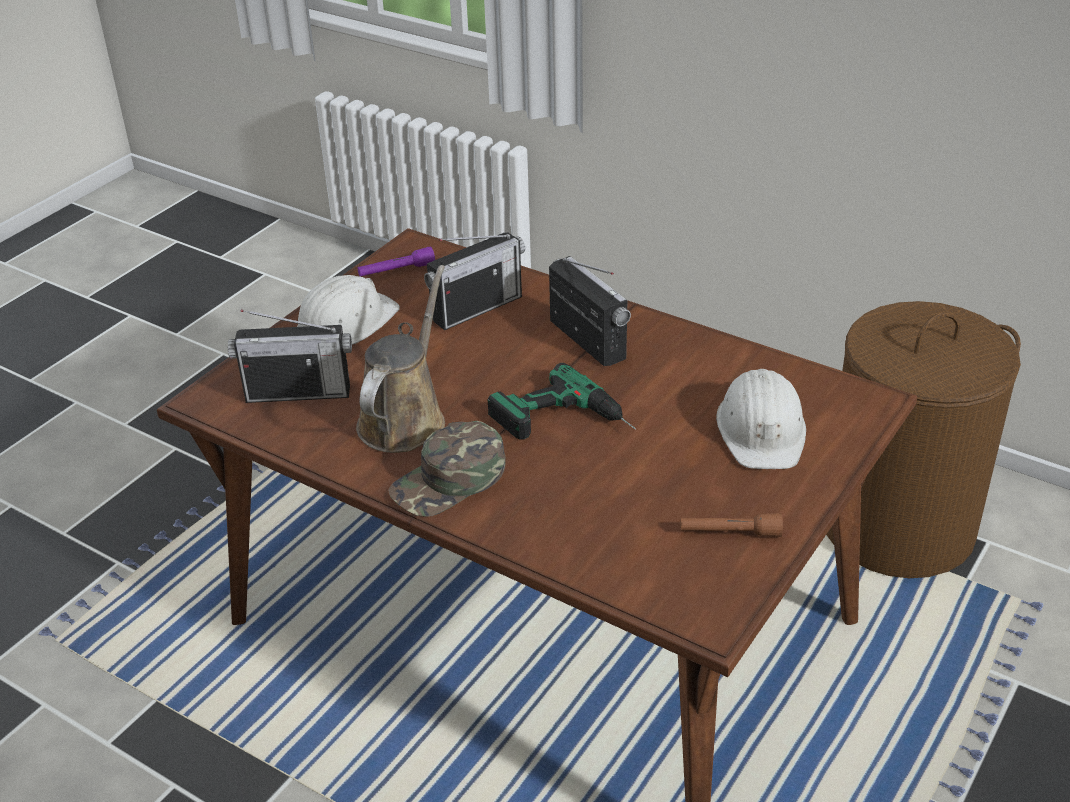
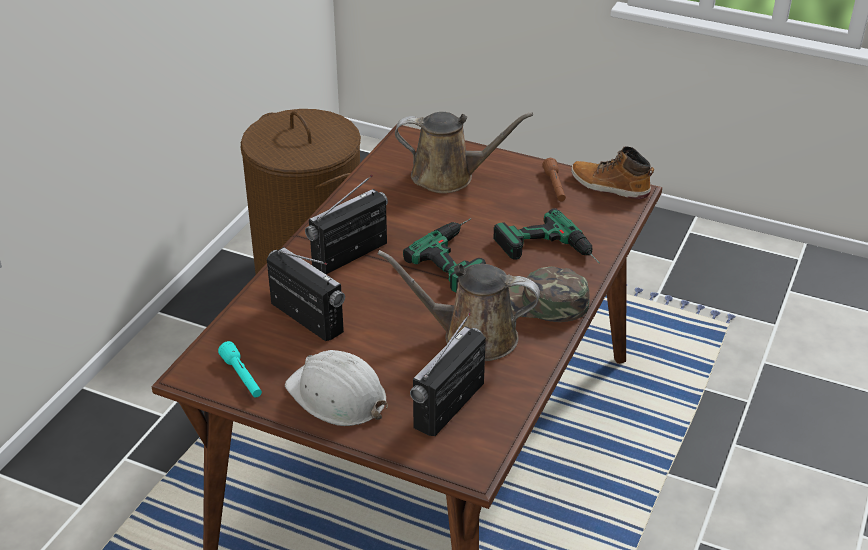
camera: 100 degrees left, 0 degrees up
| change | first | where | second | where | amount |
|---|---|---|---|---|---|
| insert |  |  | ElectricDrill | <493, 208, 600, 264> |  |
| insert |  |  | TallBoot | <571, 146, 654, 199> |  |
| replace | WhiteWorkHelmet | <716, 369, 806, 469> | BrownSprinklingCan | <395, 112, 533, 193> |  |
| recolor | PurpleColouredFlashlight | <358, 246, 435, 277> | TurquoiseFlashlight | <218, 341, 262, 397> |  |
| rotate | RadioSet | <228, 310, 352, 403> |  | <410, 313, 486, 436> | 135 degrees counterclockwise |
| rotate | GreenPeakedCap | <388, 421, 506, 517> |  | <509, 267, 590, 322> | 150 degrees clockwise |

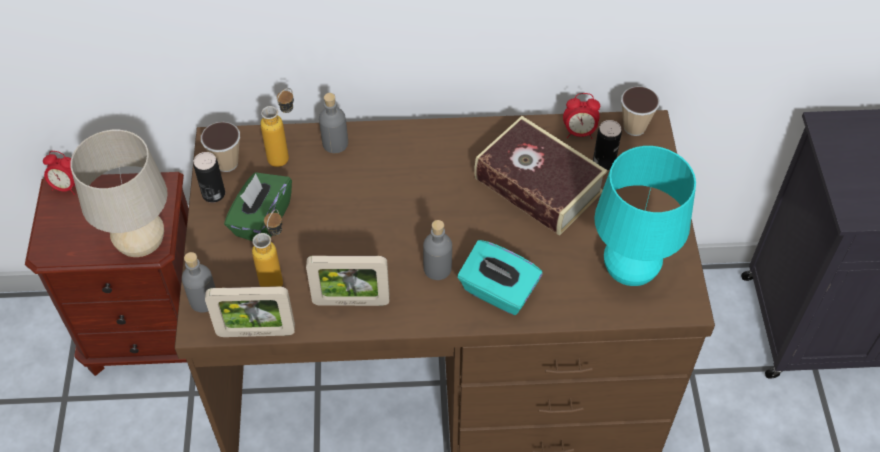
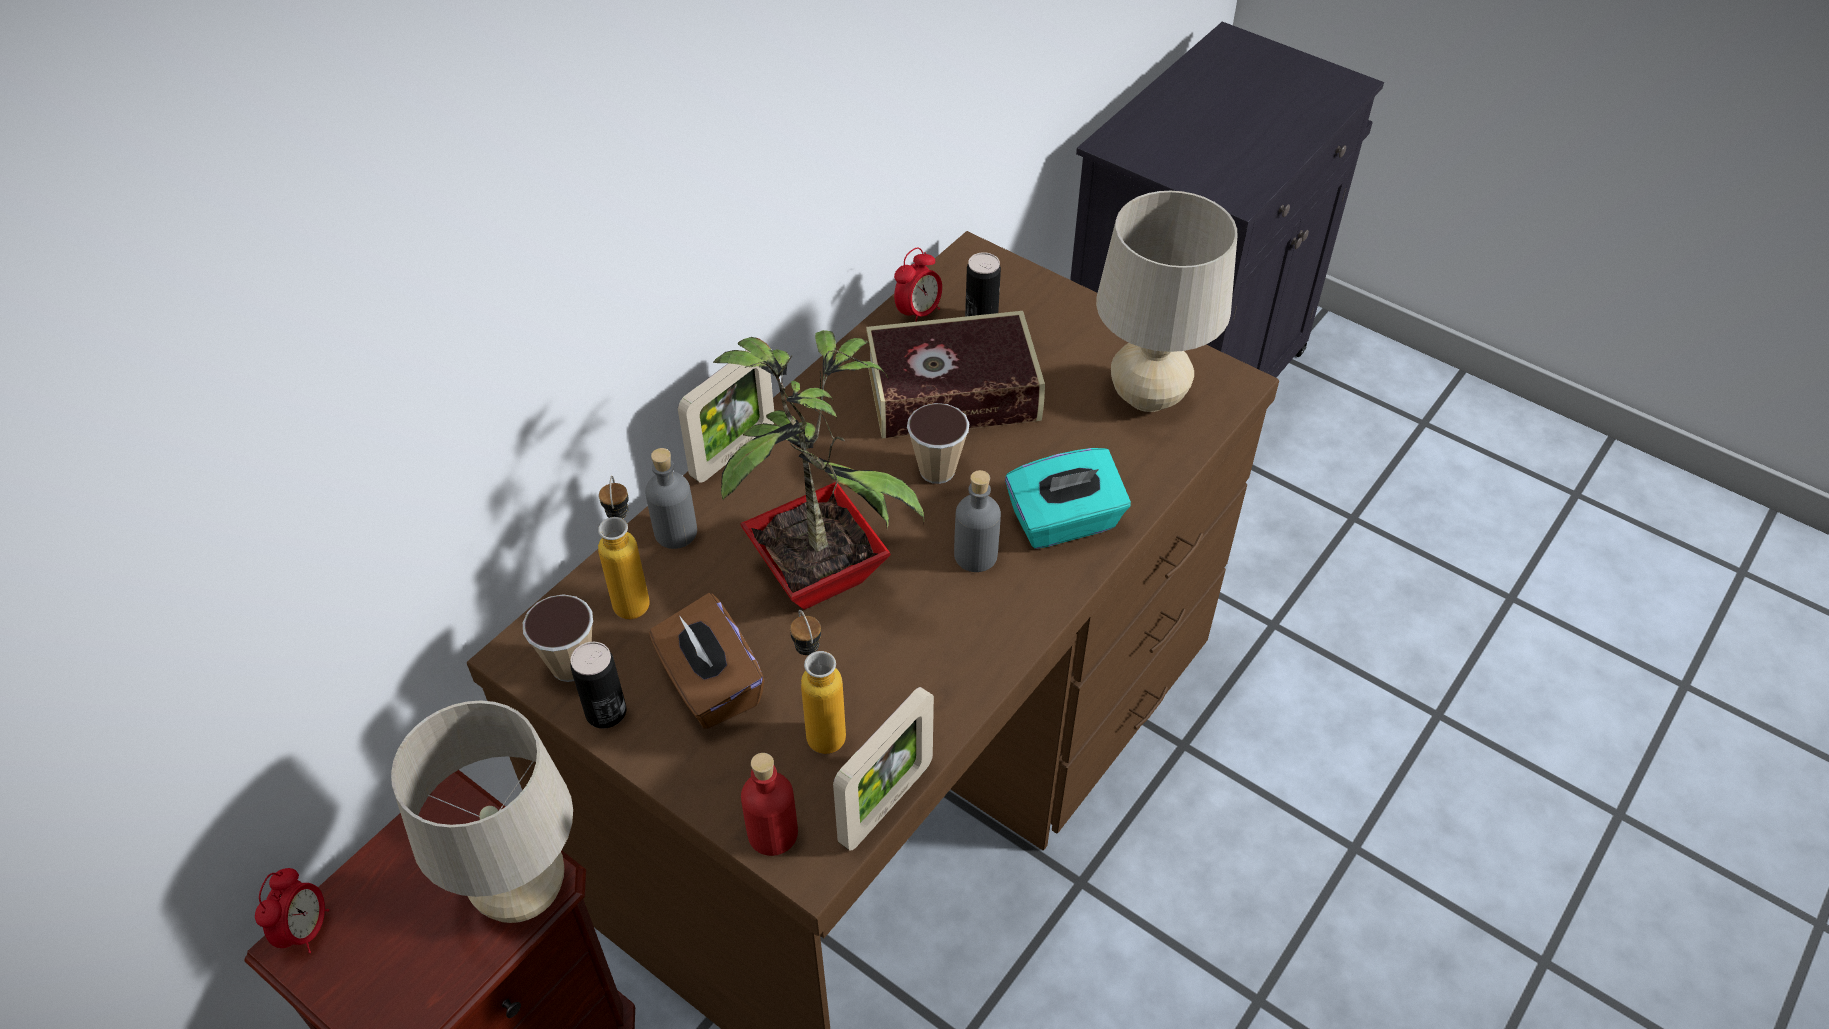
camera: 50 degrees left, 5 degrees down
| change | first | where | second | where | amount |
|---|---|---|---|---|---|
| insert |  |  | PottedPlant | <712, 330, 924, 610> |  |
| move | PhotoFrame | <306, 256, 390, 306> |  | <678, 350, 774, 483> |  |
| move | DrinkingCup | <621, 86, 660, 136> |  | <907, 403, 970, 484> |  |
| recolor | GreyDrinkBottle | <182, 252, 215, 313> | ReddishDrinkBottle | <741, 753, 798, 856> |  |
| recolor | GreenTissueBox | <224, 172, 292, 241> | BrownTissueBox | <649, 593, 765, 729> |  |
| recolor | TurquoiseLampForATable | <594, 146, 696, 286> | SandColouredLampForATable | <1096, 191, 1237, 412> |  |
| rotate | BedsideClock | <43, 151, 75, 195> |  | <255, 868, 329, 953> | 45 degrees counterclockwise |

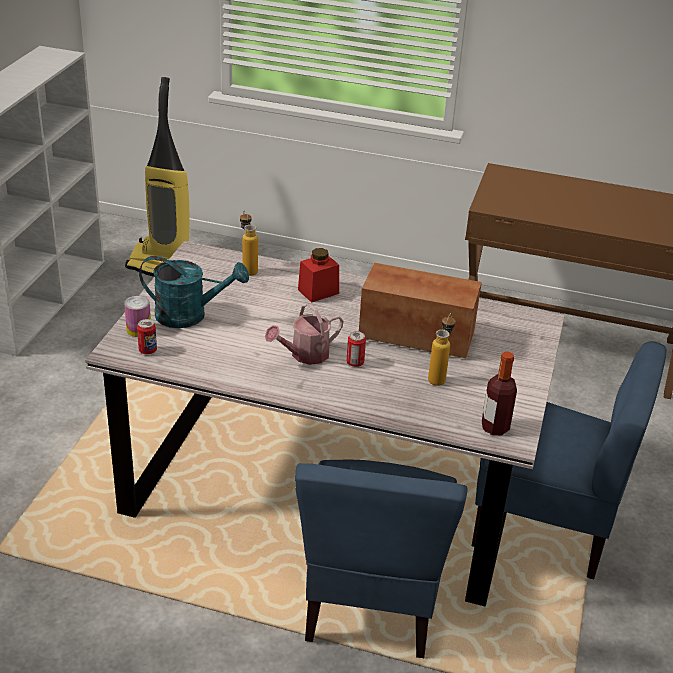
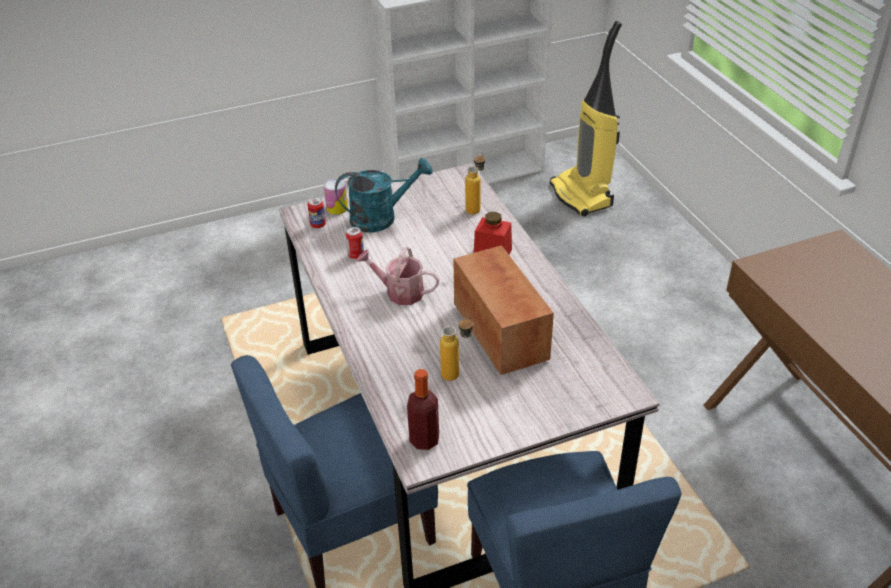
camera: 55 degrees right, 5 degrees up
| change | first | where | second | where | amount |
|---|---|---|---|---|---|
| move | SealedCan | <347, 331, 366, 367> |  | <346, 227, 364, 259> |  |
| rotate | TurquoiseSprinklingCan | <139, 256, 249, 328> |  | <335, 158, 433, 233> | 75 degrees counterclockwise |

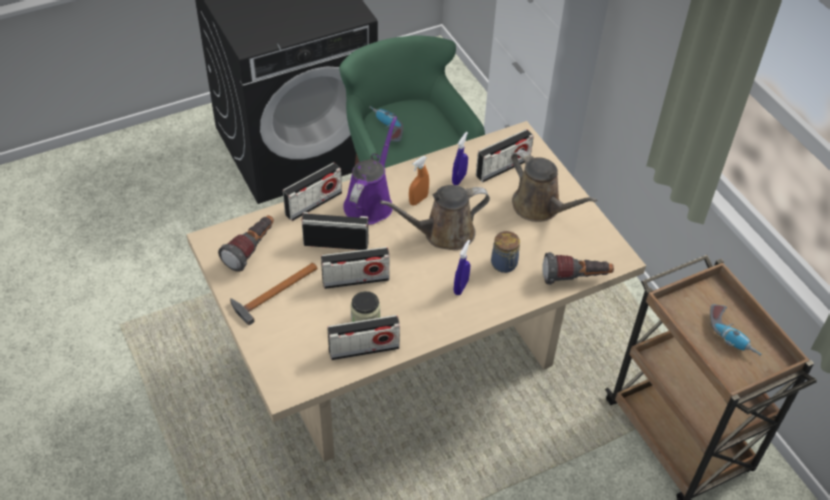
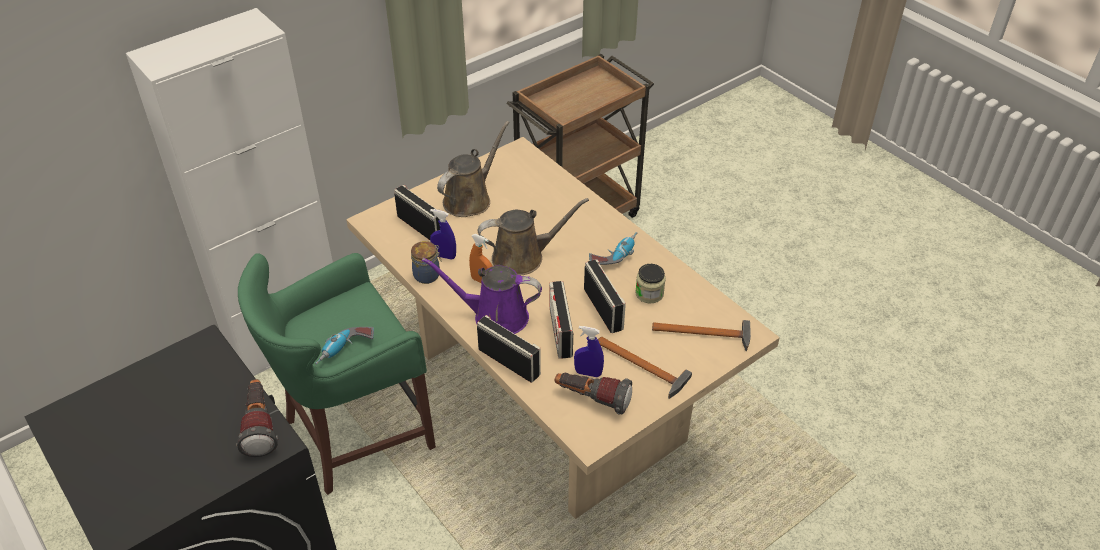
camera: 100 degrees left, 5 degrees down
| change | first | where | second | where | amount |
|---|---|---|---|---|---|
| delete | RadioSet | <327, 315, 400, 360> |  |  |  |
| insert |  |  | Hammer | <652, 320, 751, 351> |  |
| move | BlueHandSprayer | <454, 240, 470, 295> |  | <574, 326, 604, 377> |  |
| move | PreserveJar | <491, 231, 520, 273> |  | <411, 241, 442, 284> |  |
| move | Flashlight | <542, 252, 614, 285> |  | <236, 379, 278, 457> |  |
| move | ElectricDrill | <710, 305, 761, 356> |  | <589, 232, 637, 265> |  |
| rotate | BrownSprinklingCan | <380, 185, 490, 250> |  | <478, 198, 589, 275> | 75 degrees counterclockwise |

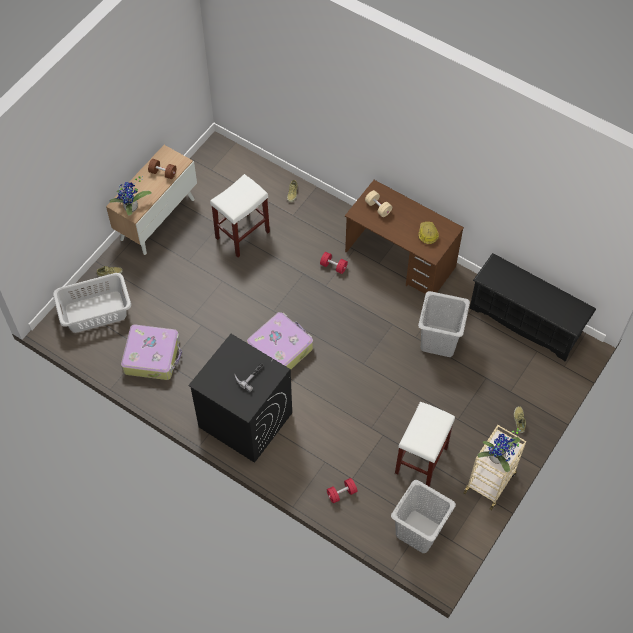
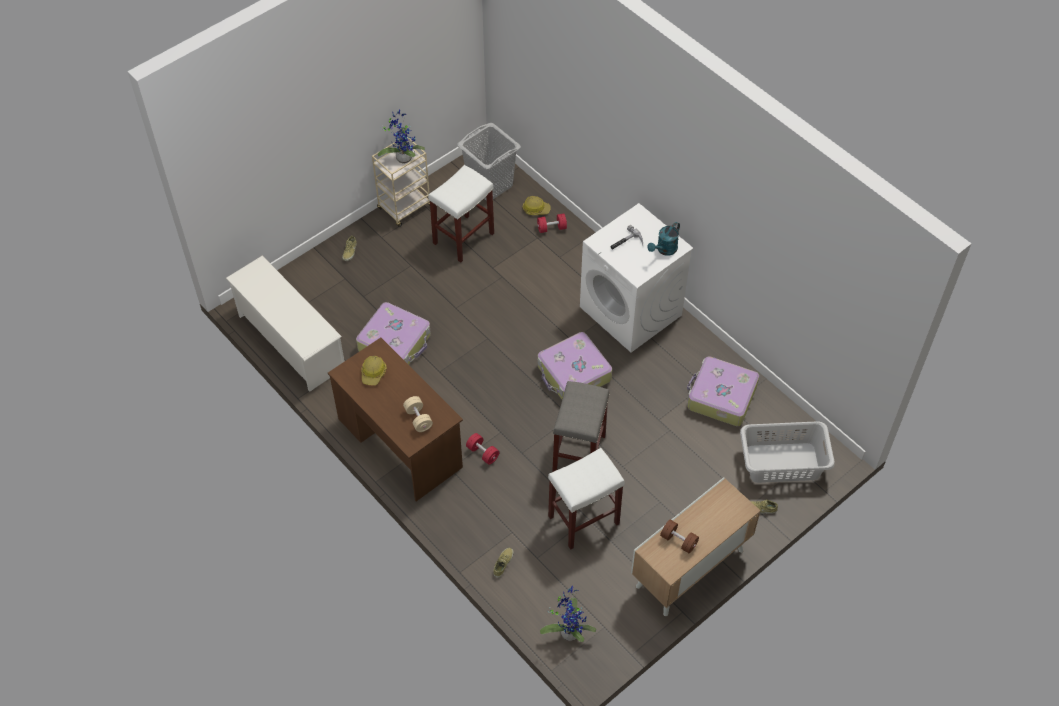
camera: 165 degrees left, 5 degrees down
| change | first | where | second | where | amount |
|---|---|---|---|---|---|
| insert |  |  | WorkHelmet | <523, 196, 551, 215> |  |
| insert |  |  | GreyStoolSeat | <552, 381, 610, 472> |  |
| insert |  |  | TurquoiseSprinklingCan | <647, 222, 680, 256> |  |
| move | PottedPlant | <110, 176, 152, 215> |  | <540, 586, 596, 642> |  |
| replace | GreyWashingBasket | <418, 291, 470, 357> | TravelCase | <356, 302, 431, 365> |  |
| recolor | BlackColouredWashingMachine | <188, 334, 292, 463> | WhiteWashingMachine | <580, 203, 693, 352> |  |
| recolor | BlackColouredShoeShelf | <470, 253, 596, 362> | WhiteShoeShelf | <226, 256, 345, 392> |  |

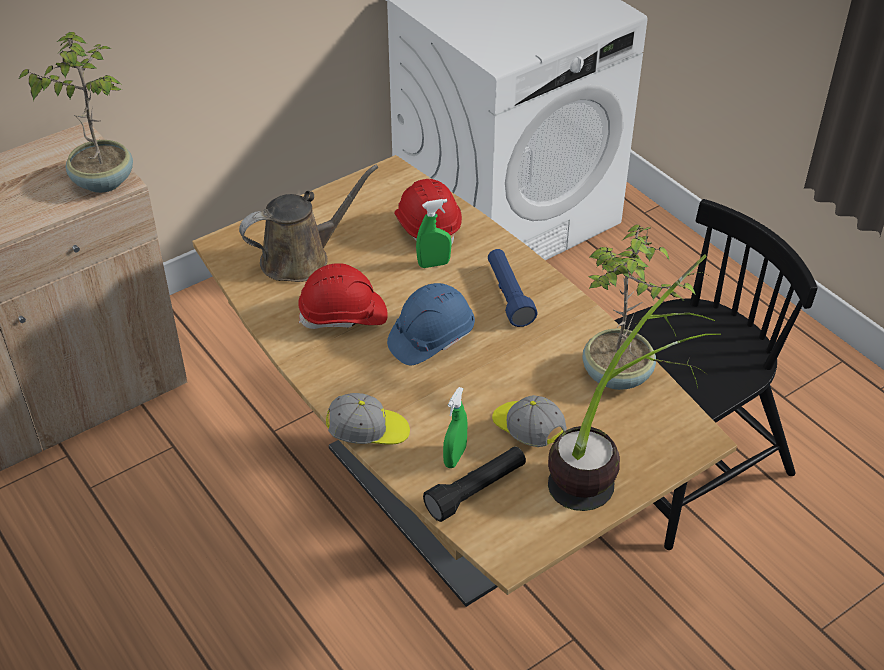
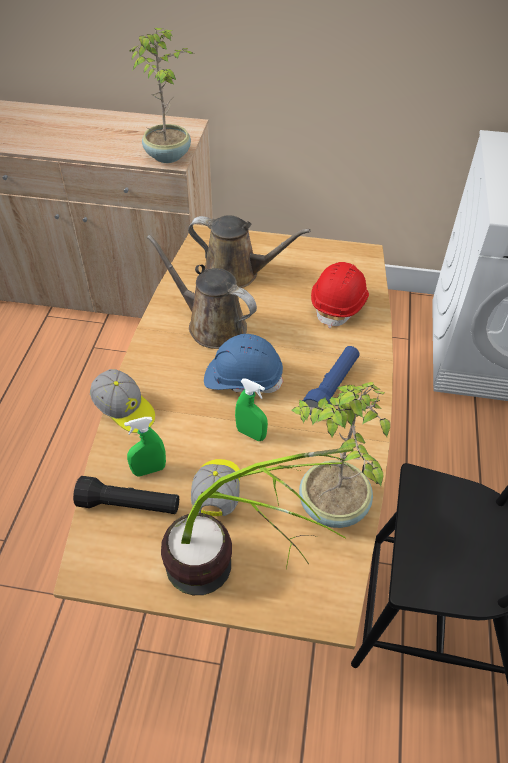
camera: 45 degrees right, 5 degrees up
| change | first | where | second | where | amount |
|---|---|---|---|---|---|
| move | GreenHandSprayer | <416, 199, 452, 268> |  | <235, 379, 268, 441> |  |
| replace | ReddishWorkHelmet | <298, 263, 388, 329> | BrownSprinklingCan | <147, 235, 257, 349> |  |

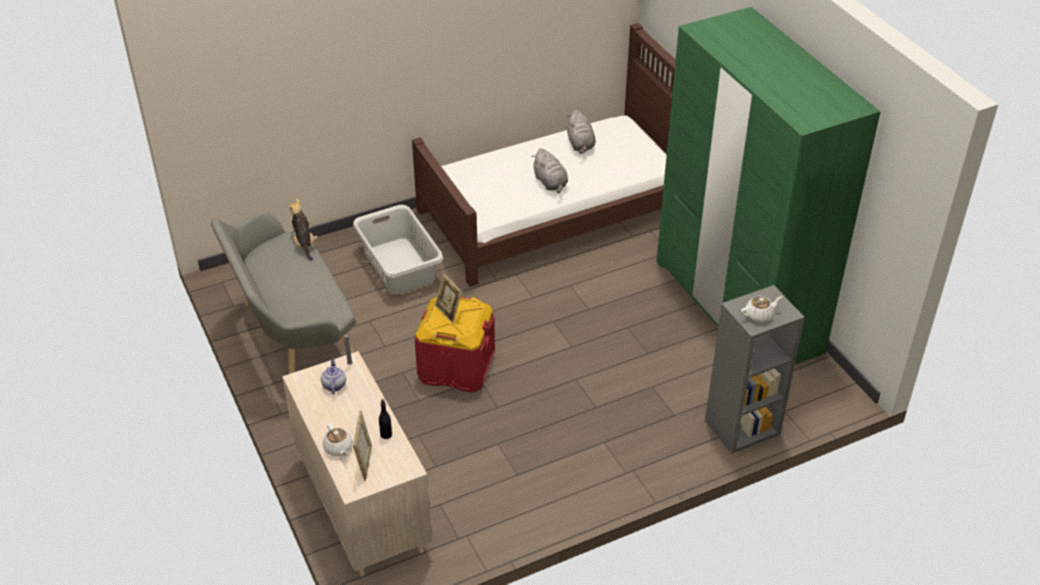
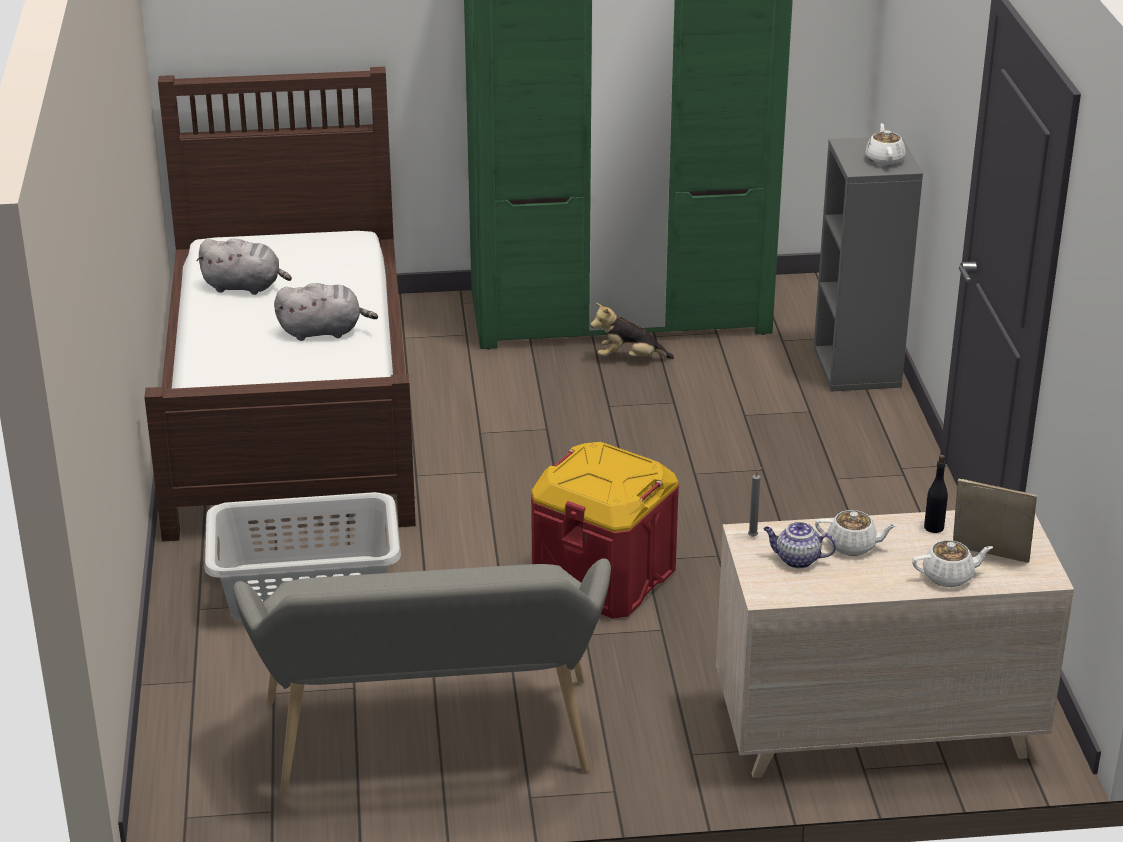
camera: 70 degrees left, 10 degrees down
| change | first | where | second | where | amount |
|---|---|---|---|---|---|
| delete | PhotoFrame | <435, 274, 462, 323> |  |  |  |
| insert |  |  | WhiteTeaPot | <815, 510, 897, 556> |  |
| move | CuddlyToy | <289, 198, 318, 261> |  | <591, 303, 674, 359> |  |

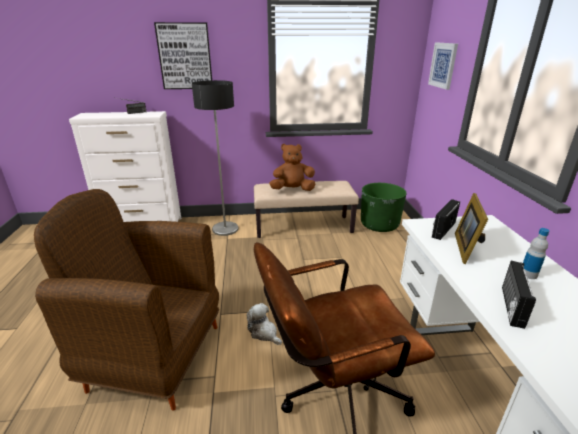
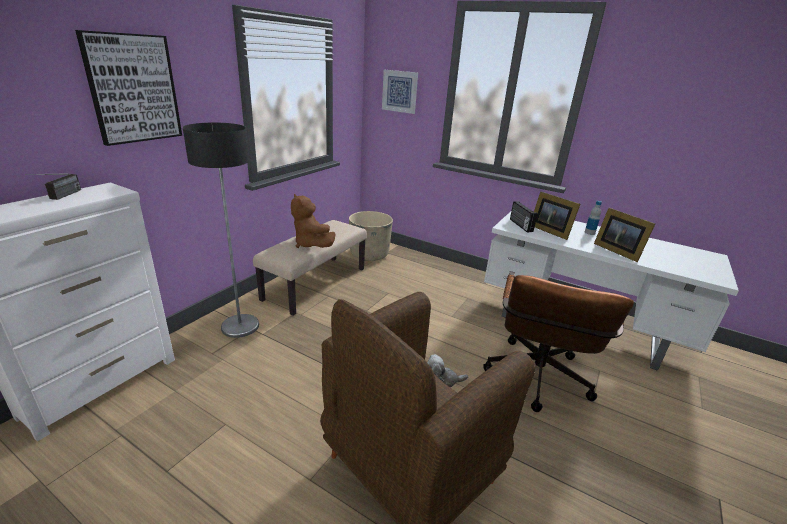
camera: 55 degrees left, 0 degrees up
| change | first | where | second | where | amount |
|---|---|---|---|---|---|
| replace | RadioSet | <502, 261, 536, 329> | PhotoFrame | <594, 208, 655, 262> |  |
| recolor | GreenPlanter | <361, 183, 406, 232> | SandColouredPlanter | <349, 211, 393, 261> |  |
| rotate | BrownCuddlyToy | <269, 144, 316, 191> |  | <291, 194, 336, 248> | 60 degrees counterclockwise |

